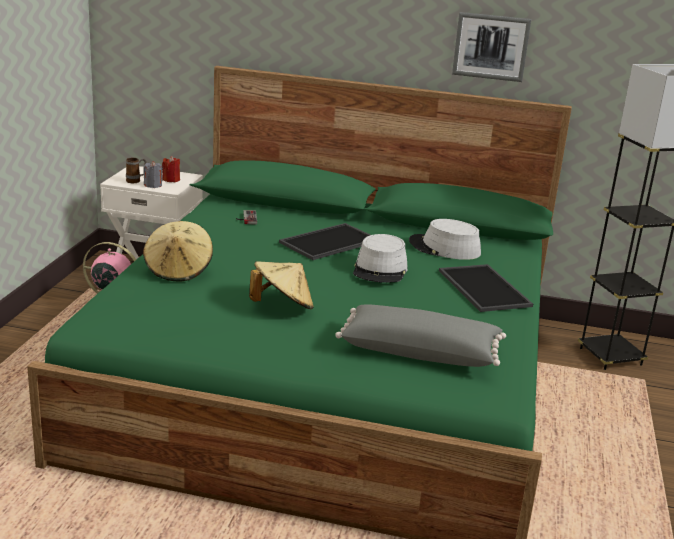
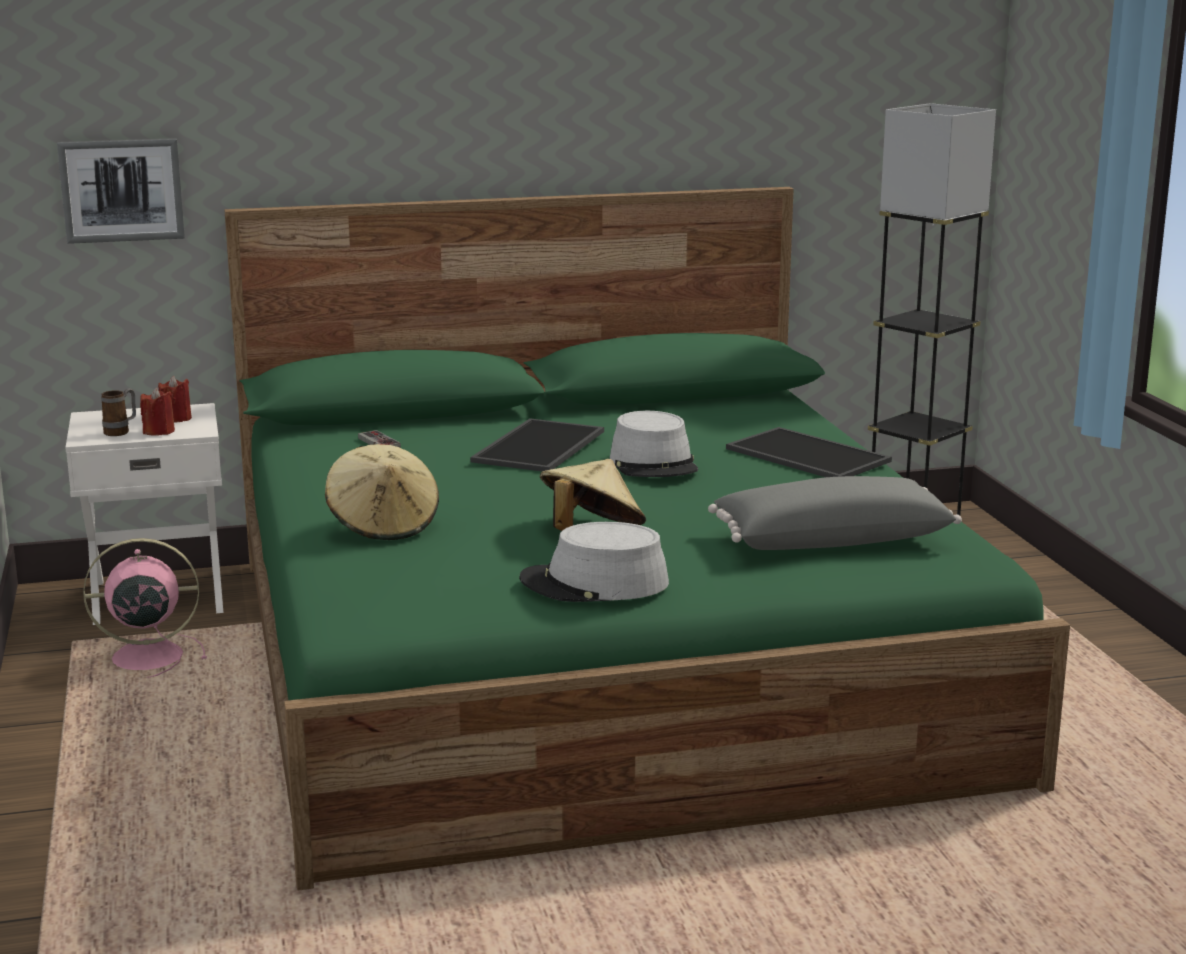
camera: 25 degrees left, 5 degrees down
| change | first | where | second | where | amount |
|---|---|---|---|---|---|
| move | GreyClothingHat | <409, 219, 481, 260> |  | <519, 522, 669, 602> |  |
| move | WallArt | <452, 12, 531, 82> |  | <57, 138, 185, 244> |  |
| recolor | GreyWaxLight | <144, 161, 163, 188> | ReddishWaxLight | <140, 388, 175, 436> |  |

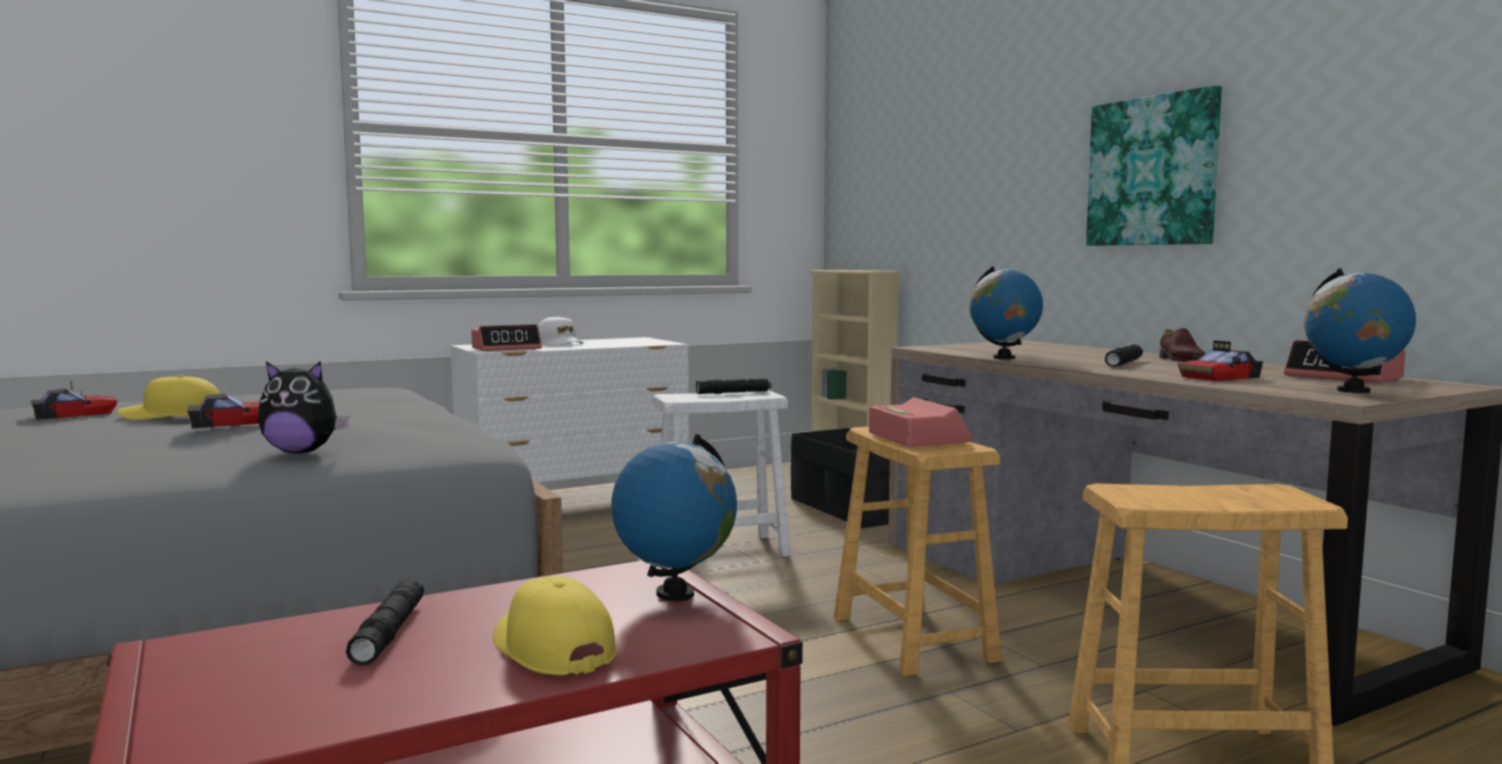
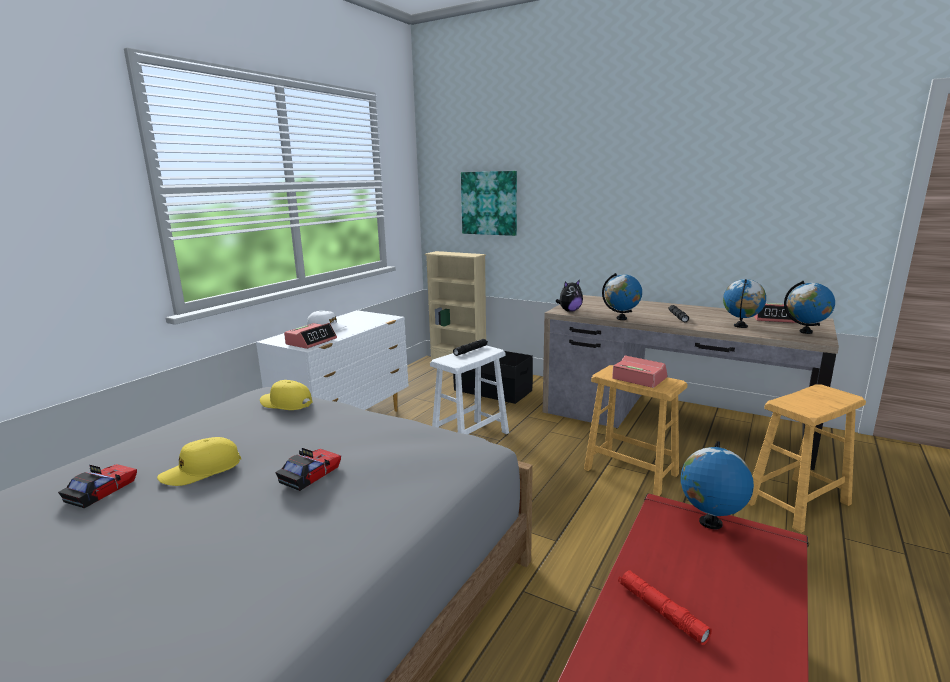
camera: 30 degrees left, 10 degrees up
| change | first | where | second | where | amount |
|---|---|---|---|---|---|
| delete | BrownShoe | <1159, 328, 1205, 362> |  |  |  |
| move | CuddlyToy | <258, 361, 349, 454> |  | <555, 279, 583, 312> |  |
| move | YellowColouredPeakedCap | <493, 576, 616, 675> |  | <260, 380, 312, 410> |  |
| move | WallArt | <1086, 85, 1222, 246> |  | <461, 171, 517, 236> |  |
| replace | ModelCar | <1178, 340, 1263, 381> | DeskGlobe | <723, 279, 766, 328> |  |
| recolor | BlackColouredFlashlight | <346, 579, 424, 666> | ReddishFlashlight | <618, 571, 712, 645> |  |

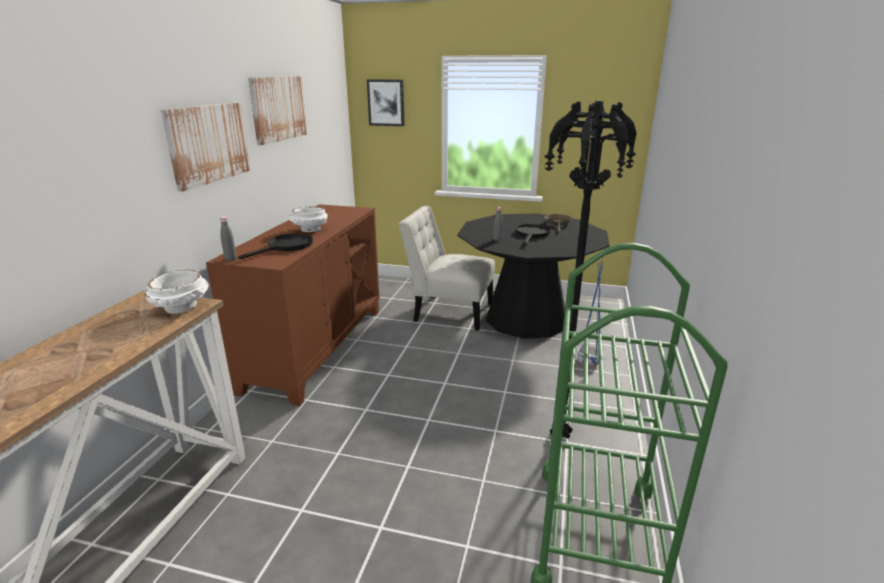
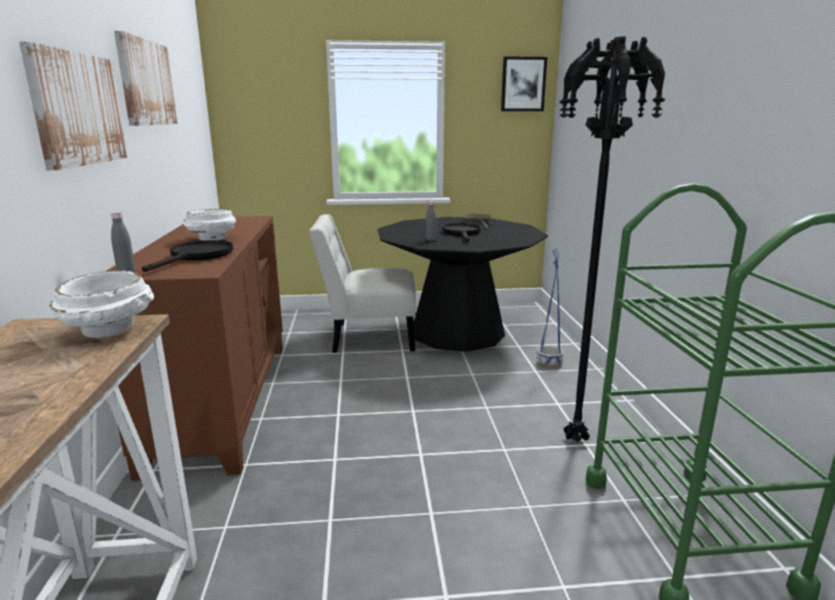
camera: 20 degrees left, 5 degrees down
| change | first | where | second | where | amount |
|---|---|---|---|---|---|
| move | WallArt | <367, 79, 405, 126> |  | <501, 56, 547, 111> |  |

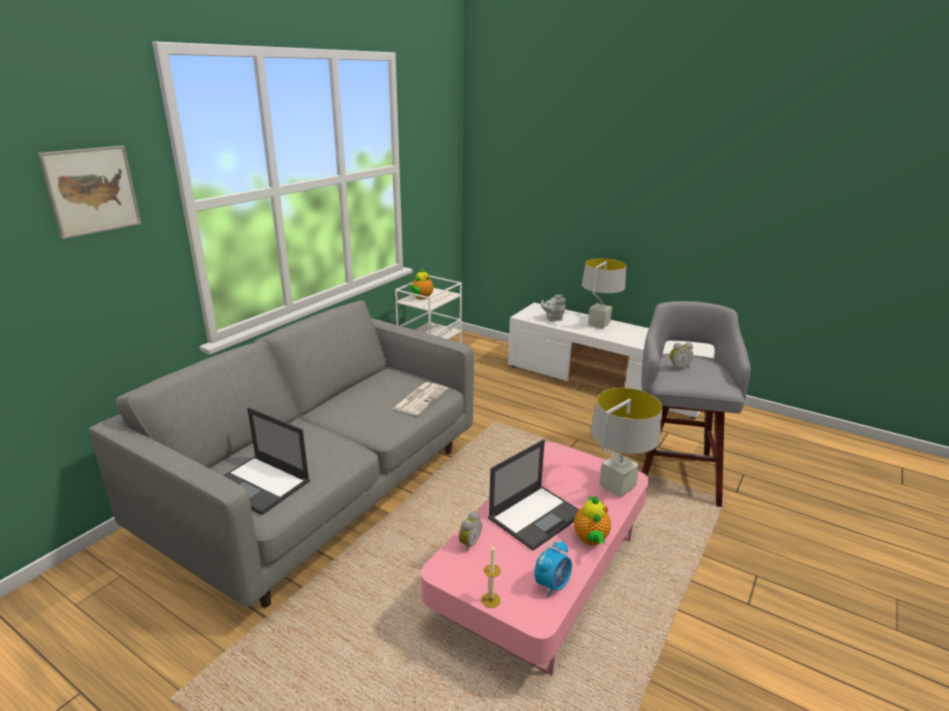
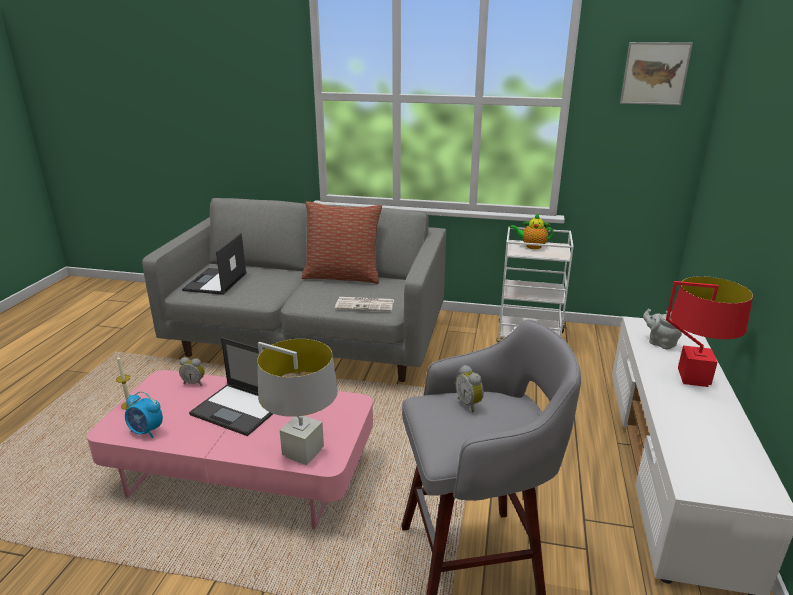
camera: 70 degrees right, 0 degrees up
| change | first | where | second | where | amount |
|---|---|---|---|---|---|
| delete | TeaPot | <574, 496, 611, 545> |  |  |  |
| insert |  |  | ThrowPillow | <302, 201, 382, 284> |  |
| move | WallArt | <37, 145, 141, 239> |  | <620, 42, 693, 105> |  |
| recolor | GreyLampForATable | <582, 258, 626, 329> | ReddishLampForATable | <666, 276, 753, 387> |  |

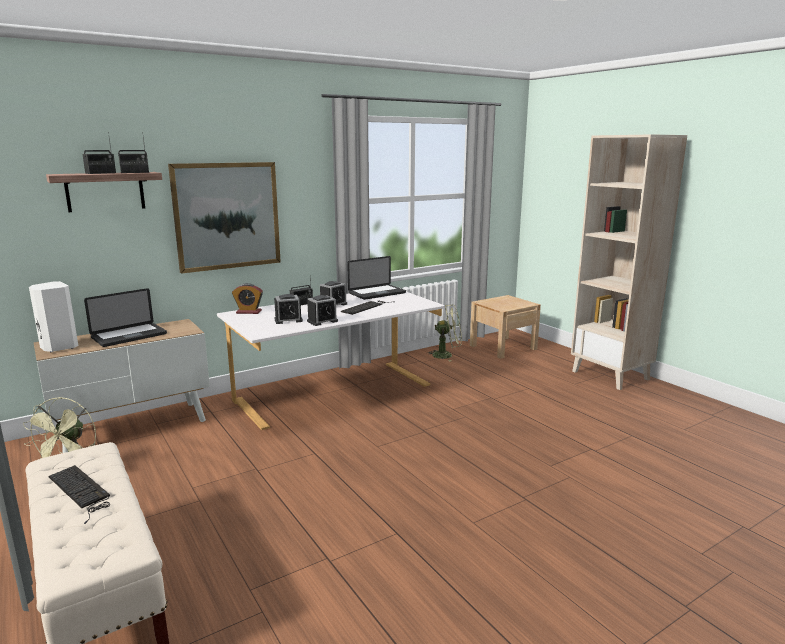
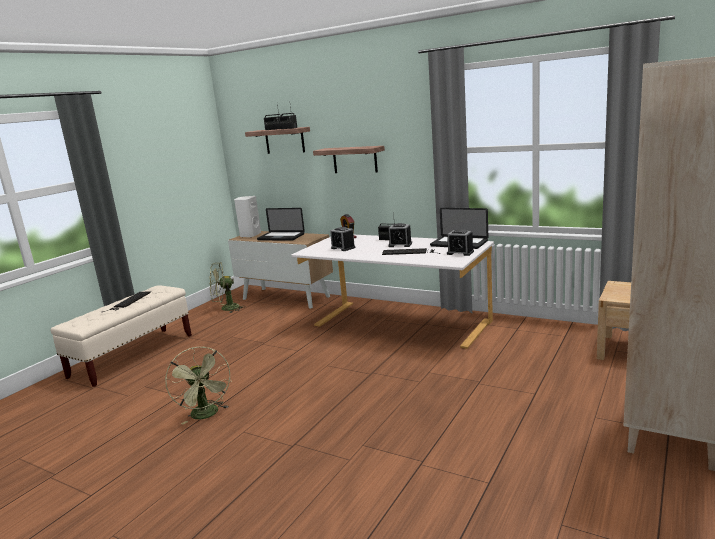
camera: 65 degrees right, 0 degrees up
| change | first | where | second | where | amount |
|---|---|---|---|---|---|
| move | BedsideClock | <307, 295, 338, 326> |  | <447, 229, 474, 256> |  |
| move | GreenElectricFan | <426, 304, 462, 362> |  | <165, 347, 232, 425> |  |
| replace | WallArt | <168, 162, 281, 274> | Shelf | <313, 146, 385, 173> |  |

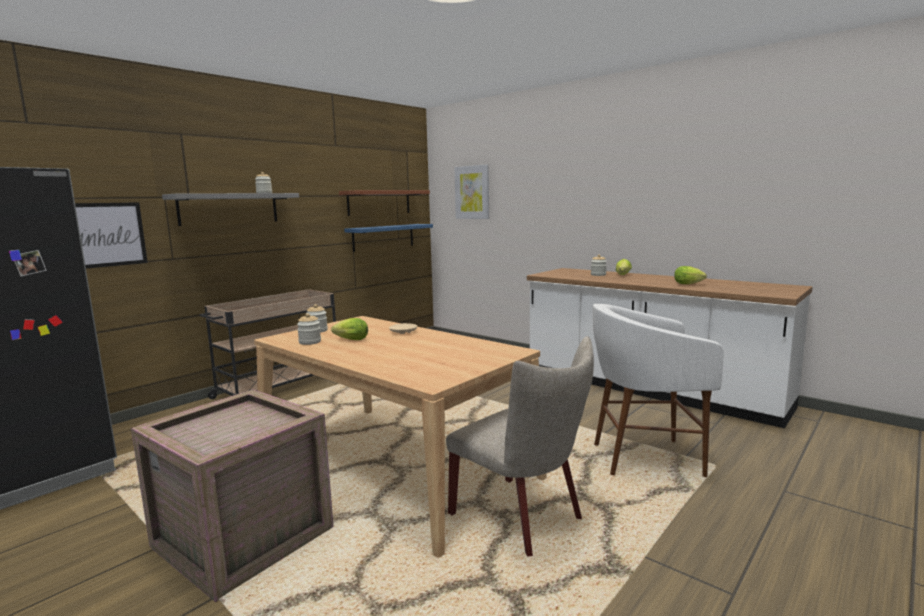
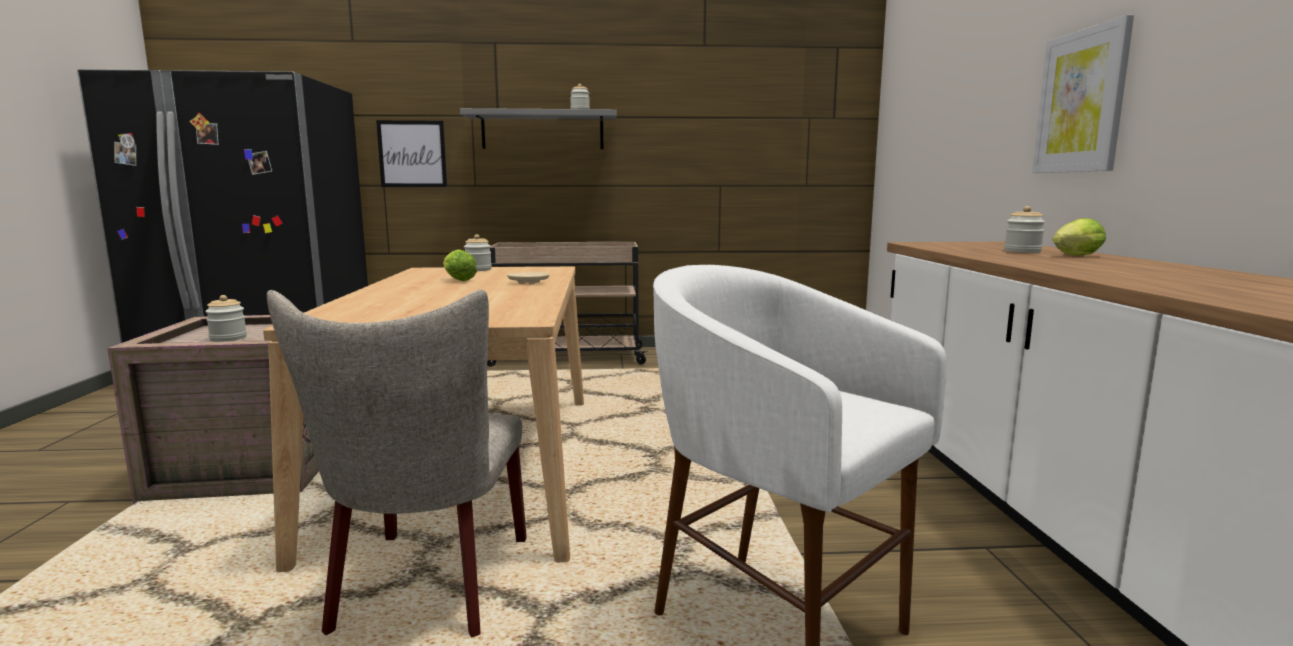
camera: 45 degrees right, 0 degrees up
| change | first | where | second | where | amount |
|---|---|---|---|---|---|
| delete | BrownShelf | <339, 190, 430, 216> |  |  |  |
| delete | BlueShelf | <344, 224, 433, 252> |  |  |  |
| delete | LettuceHead | <674, 266, 707, 284> |  |  |  |
| move | PreserveJar | <297, 313, 321, 345> |  | <205, 295, 247, 342> |  |
| move | WallArt | <455, 164, 489, 219> |  | <1032, 15, 1134, 173> |  |

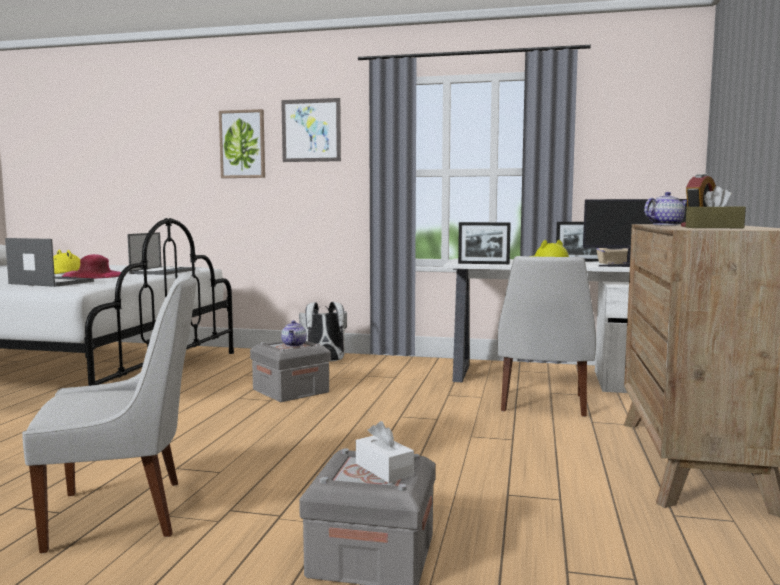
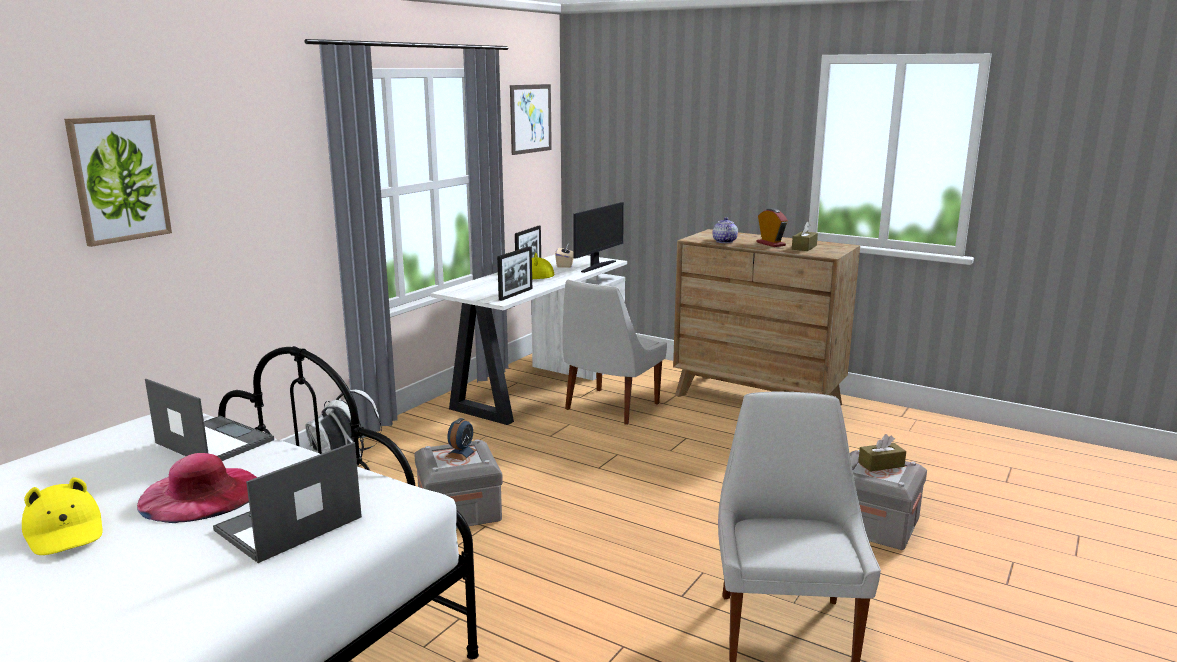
camera: 70 degrees left, 10 degrees up
| change | first | where | second | where | amount |
|---|---|---|---|---|---|
| move | WallArt | <281, 98, 341, 162> |  | <510, 84, 552, 155> |  |
| replace | TeaPot | <281, 320, 307, 347> | BedsideClock | <446, 418, 476, 461> |  |
| recolor | WhiteTissueBox | <356, 421, 414, 483> | BrownTissueBox | <858, 434, 906, 472> |  |
| rotate | WhiteUprightChair | <497, 256, 596, 417> |  | <562, 280, 667, 425> | 90 degrees clockwise |

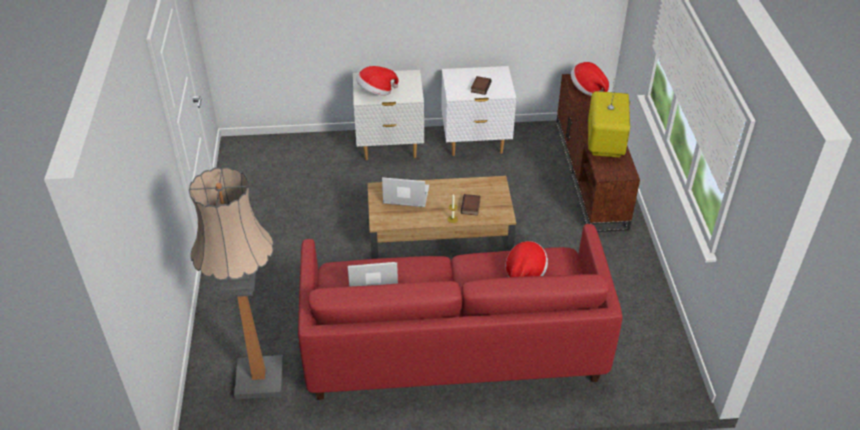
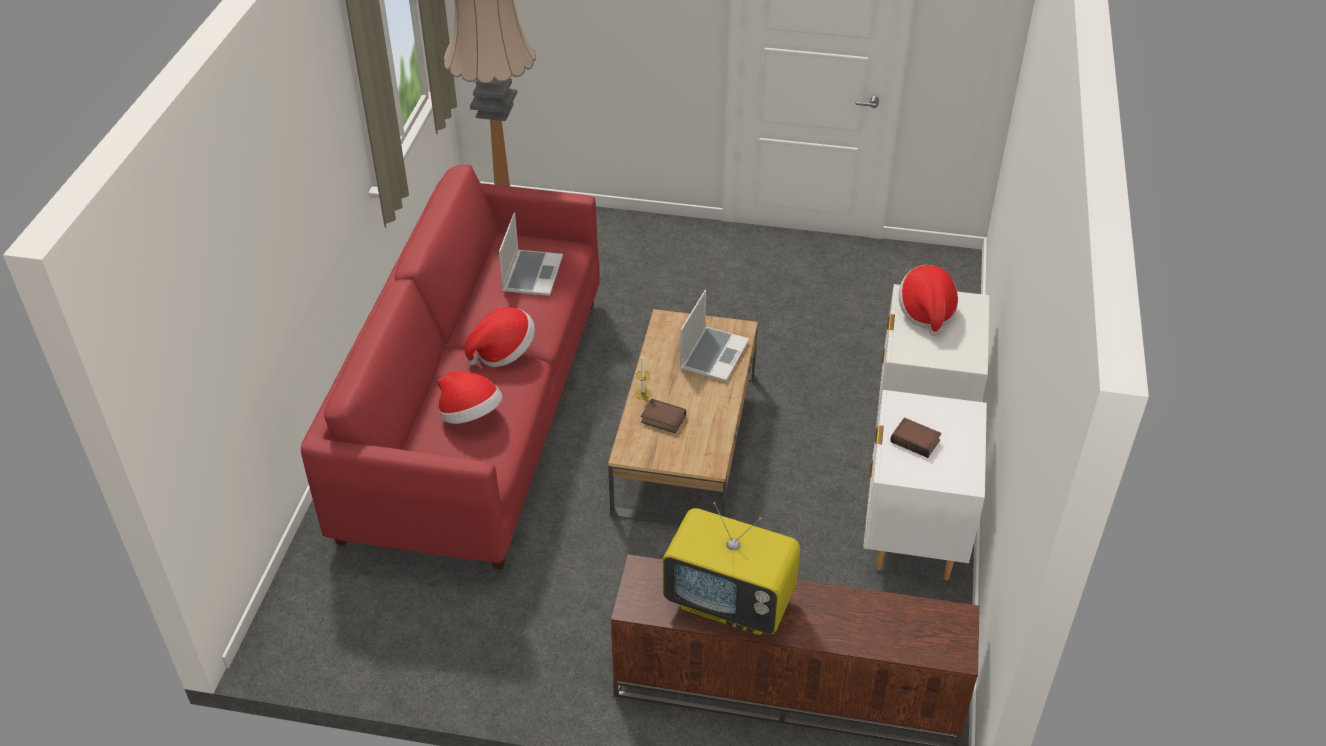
camera: 105 degrees right, 0 degrees up
| change | first | where | second | where | amount |
|---|---|---|---|---|---|
| move | ClothingHat | <571, 62, 609, 96> |  | <464, 307, 535, 367> |  |

